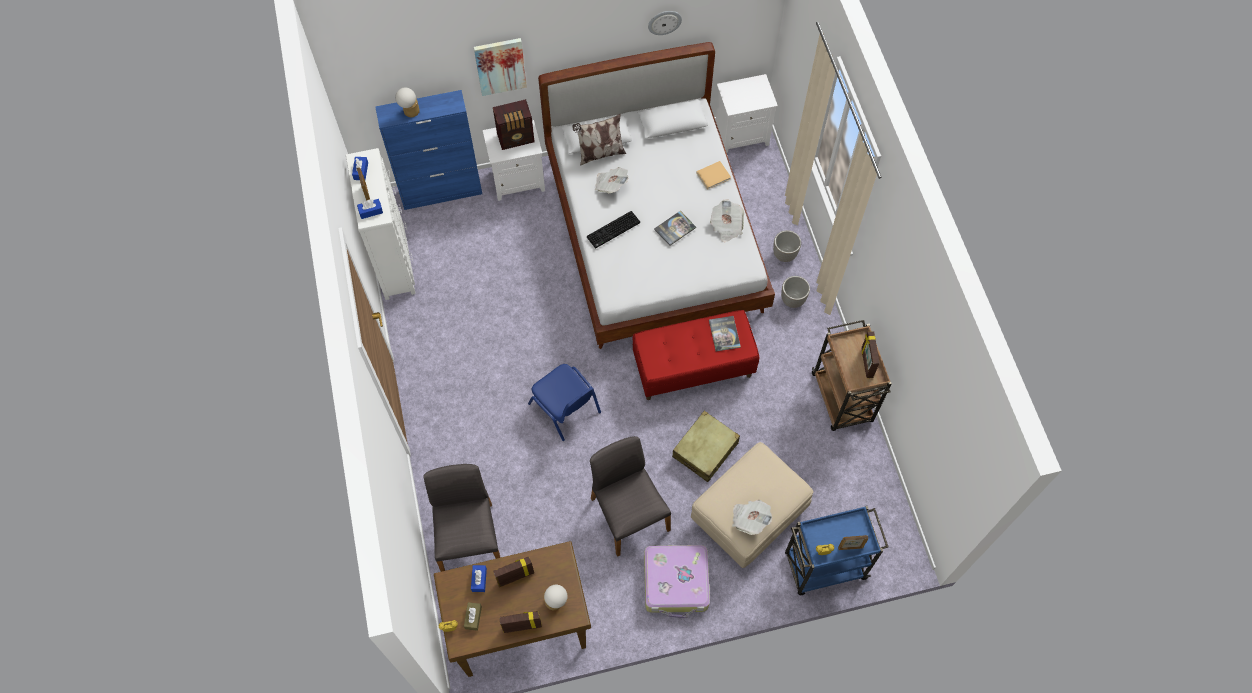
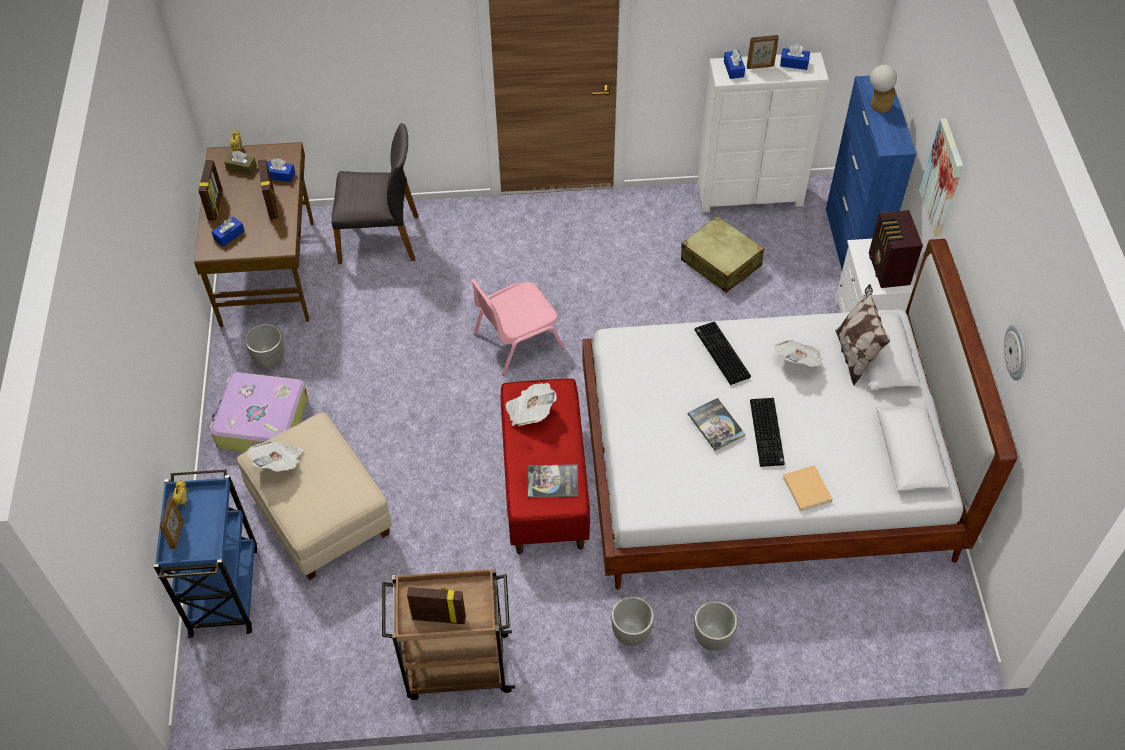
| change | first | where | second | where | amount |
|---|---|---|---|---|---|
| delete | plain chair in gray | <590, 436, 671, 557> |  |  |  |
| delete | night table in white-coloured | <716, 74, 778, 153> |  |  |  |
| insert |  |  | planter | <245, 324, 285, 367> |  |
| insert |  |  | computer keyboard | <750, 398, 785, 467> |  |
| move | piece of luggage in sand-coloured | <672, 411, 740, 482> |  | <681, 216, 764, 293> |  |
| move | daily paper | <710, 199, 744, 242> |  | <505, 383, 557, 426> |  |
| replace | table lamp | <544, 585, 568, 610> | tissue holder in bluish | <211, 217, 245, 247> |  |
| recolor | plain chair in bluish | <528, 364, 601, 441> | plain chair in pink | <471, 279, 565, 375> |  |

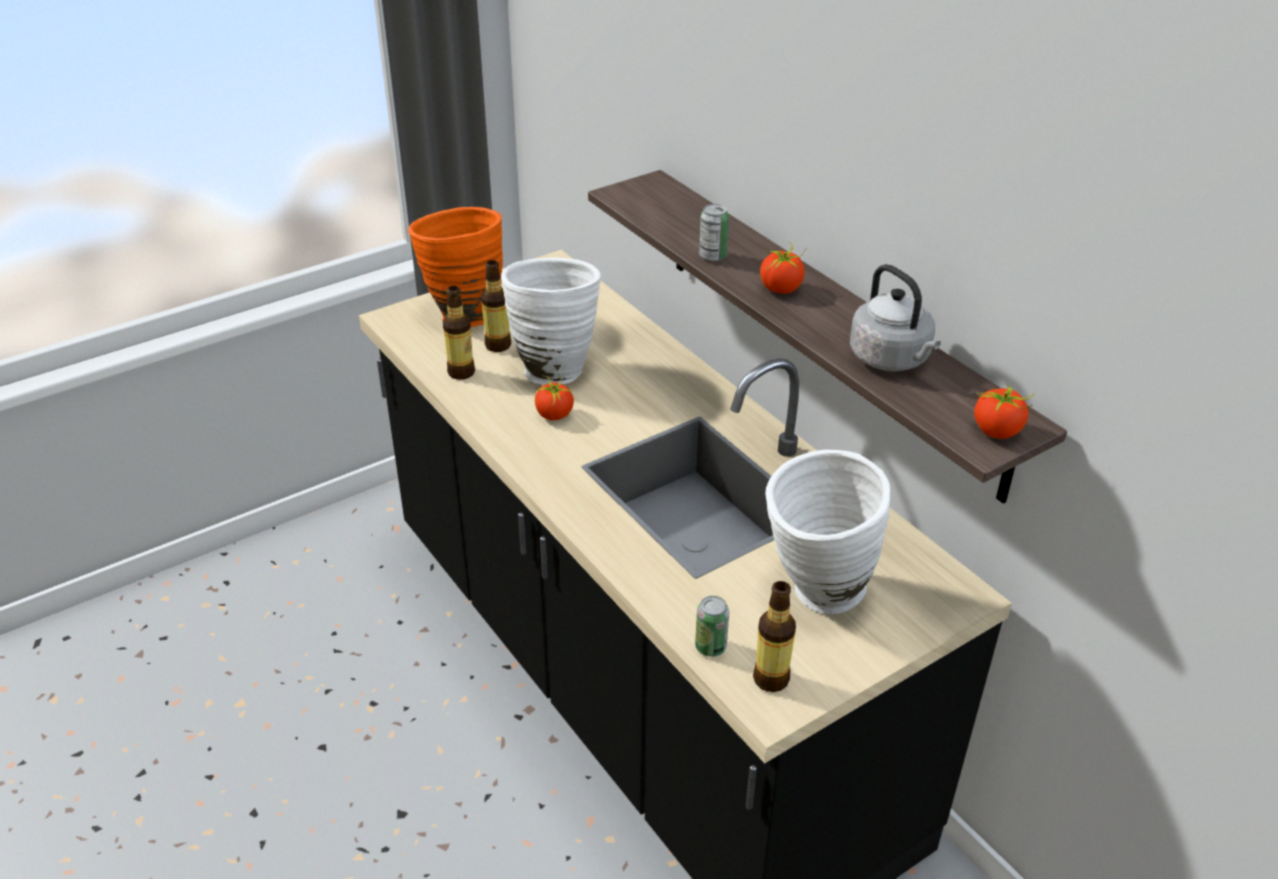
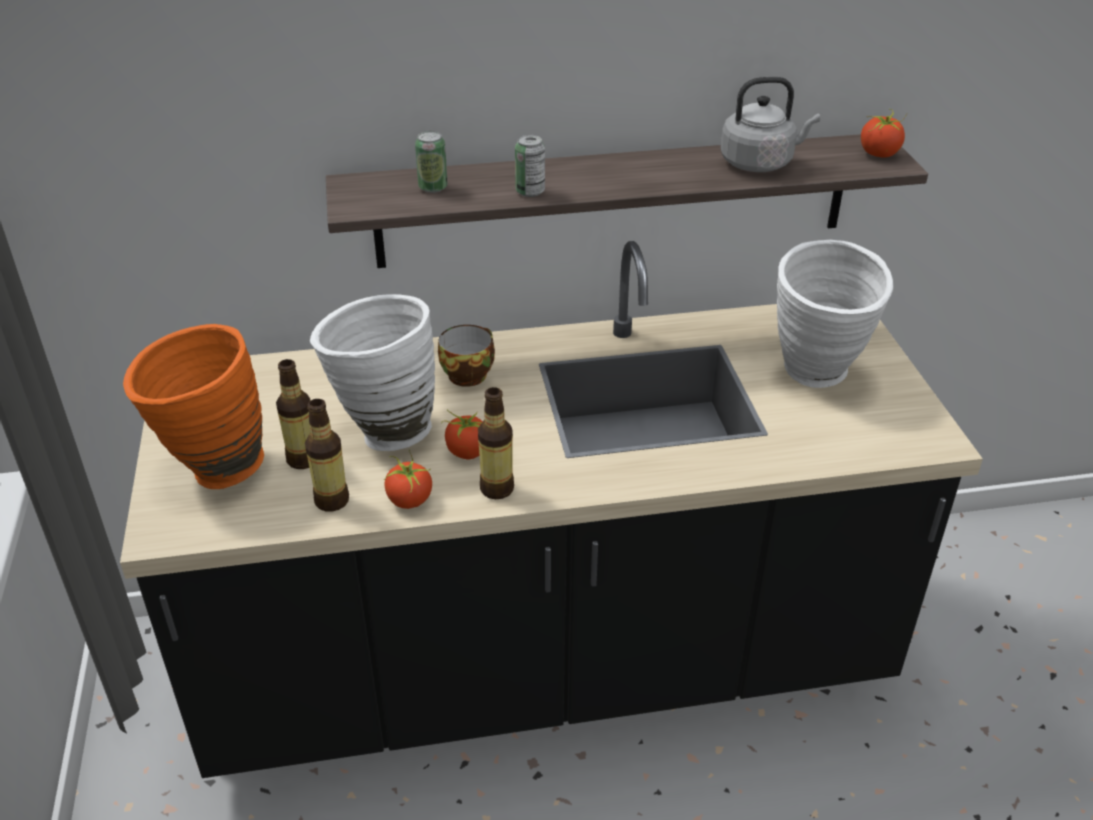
| change | first | where | second | where | amount |
|---|---|---|---|---|---|
| insert |  |  | cup | <438, 325, 495, 387> |  |
| move | metal can | <695, 596, 729, 657> |  | <415, 131, 448, 193> |  |
| move | beverage bottle | <753, 581, 796, 692> |  | <478, 387, 514, 499> |  |
| move | fresh tomato | <760, 242, 806, 294> |  | <383, 450, 432, 509> |  |

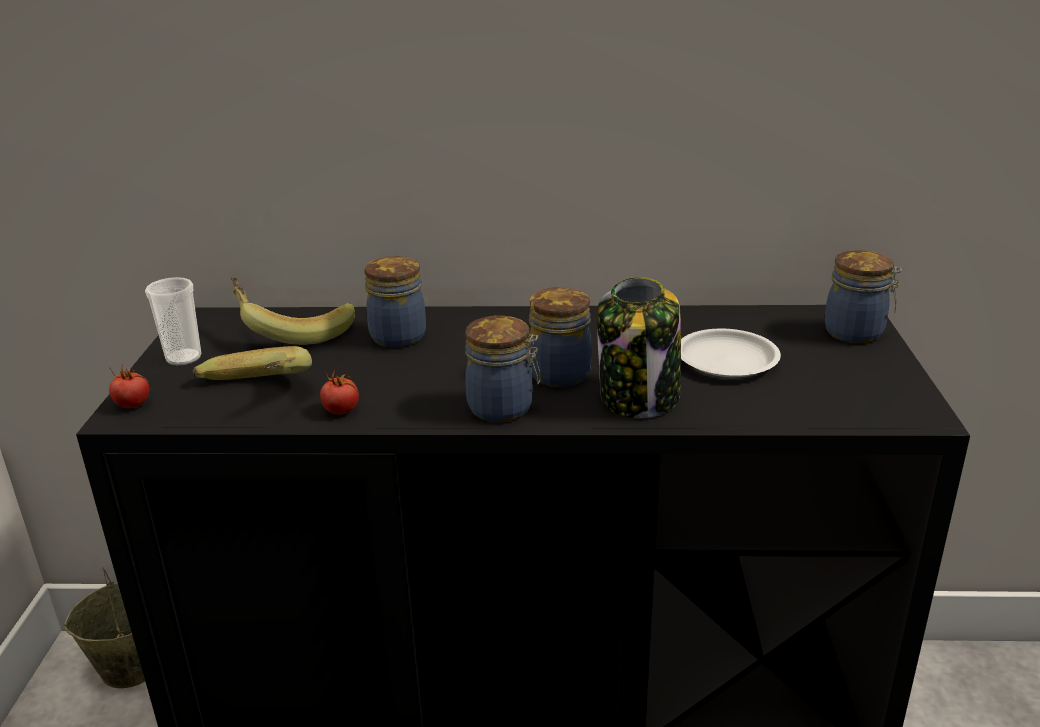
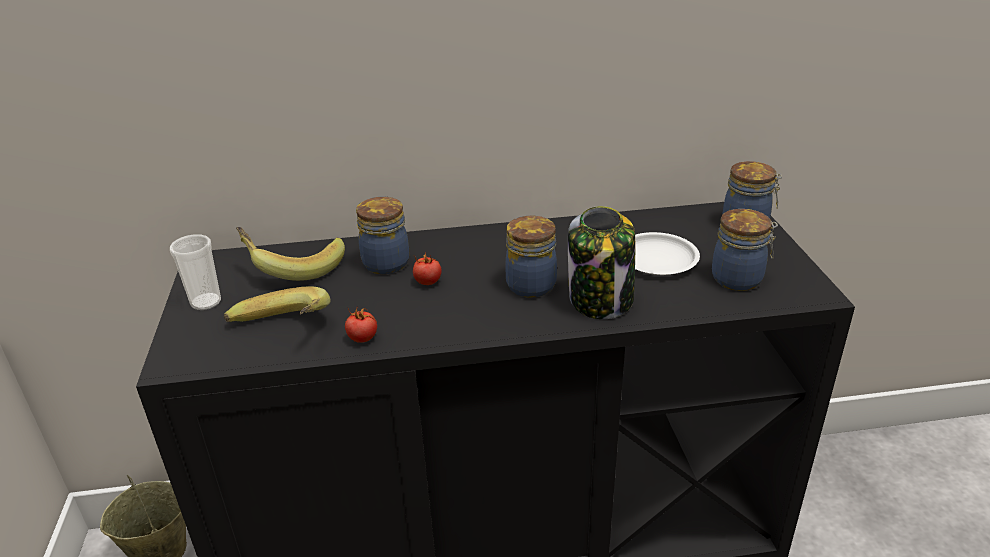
| change | first | where | second | where | amount |
|---|---|---|---|---|---|
| move | fresh tomato | <109, 365, 149, 408> |  | <413, 252, 441, 285> |  |
| move | preserve jar | <465, 316, 541, 422> |  | <712, 209, 778, 291> |  |

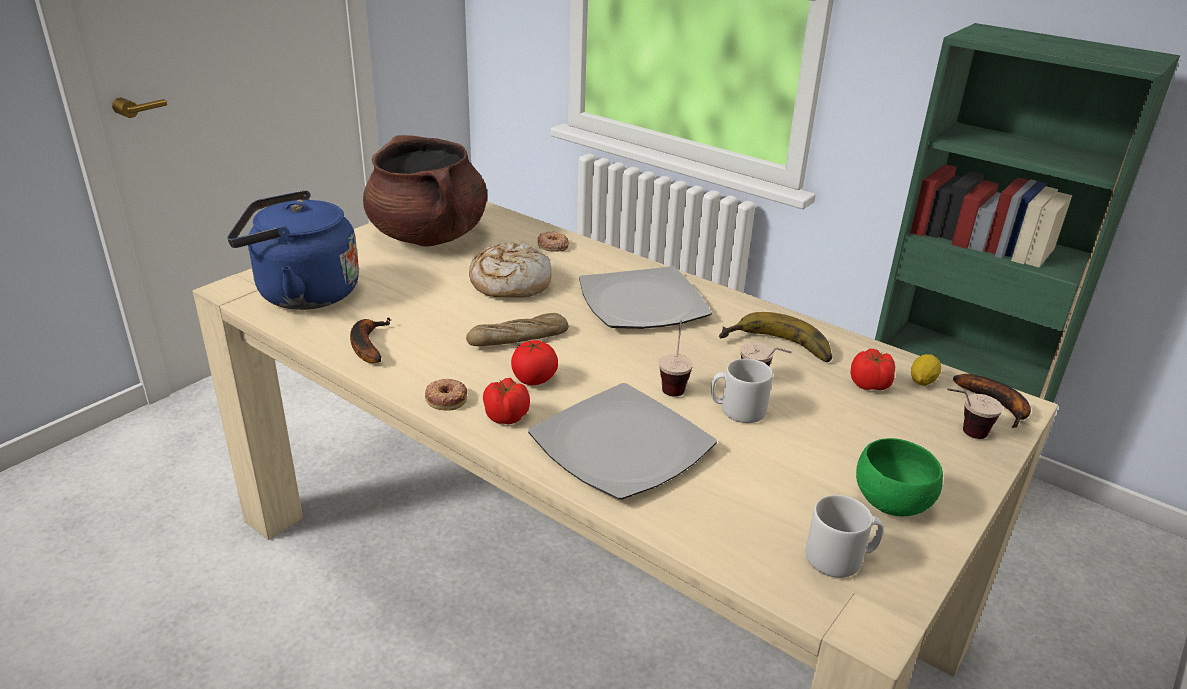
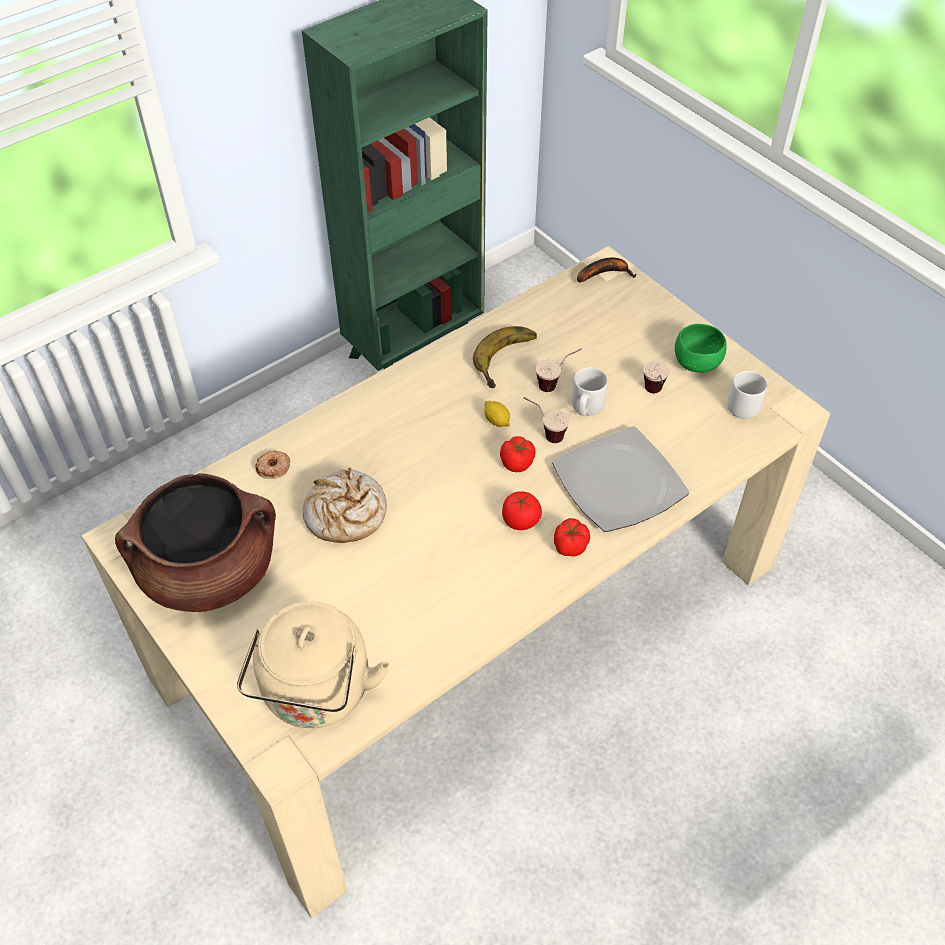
| change | first | where | second | where | amount |
|---|---|---|---|---|---|
| delete | whole banana | <350, 318, 391, 363> |  |  |  |
| delete | donut | <425, 379, 467, 410> |  |  |  |
| delete | bread | <466, 313, 569, 346> |  |  |  |
| delete | dinner plate | <579, 266, 712, 329> |  |  |  |
| move | fresh tomato | <850, 349, 895, 390> |  | <500, 436, 535, 472> |  |
| move | lemon | <911, 354, 941, 386> |  | <484, 401, 510, 427> |  |
| move | cup | <947, 388, 1003, 439> |  | <643, 361, 669, 393> |  |
| recolor | water kettle in bluish | <227, 190, 359, 310> | water kettle in sand-coloured | <237, 601, 389, 728> |  |

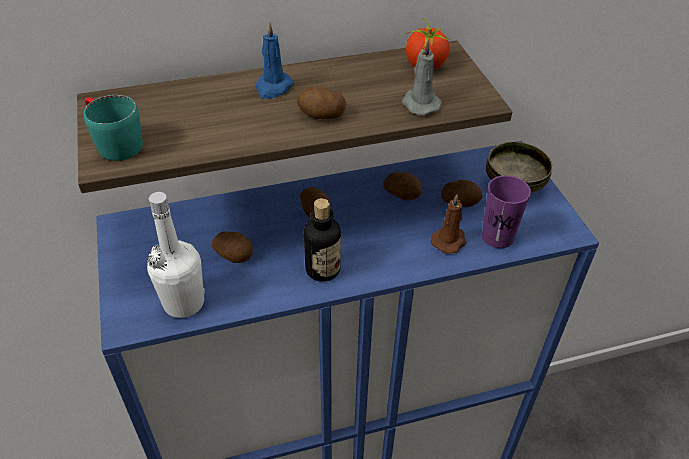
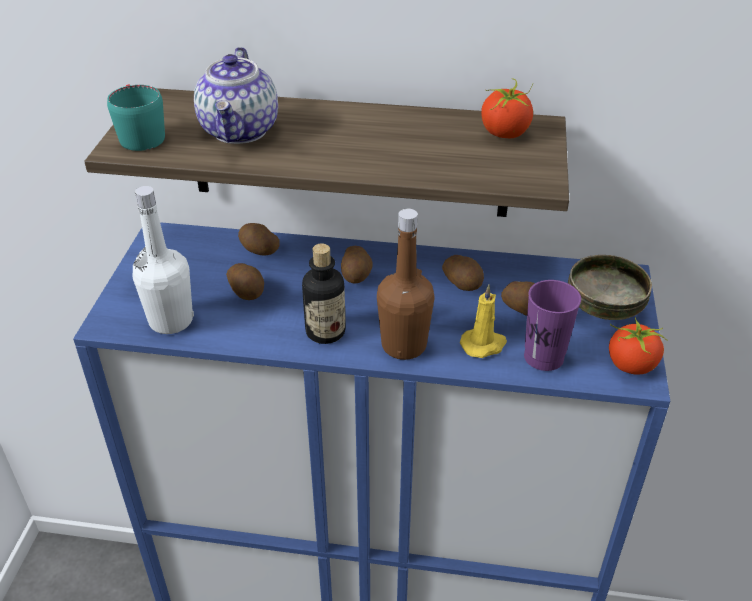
| change | first | where | second | where | amount |
|---|---|---|---|---|---|
| delete | wax light in bluish | <255, 22, 294, 99> |  |  |  |
| delete | wax light in gray | <402, 40, 442, 115> |  |  |  |
| insert |  |  | teapot | <194, 47, 278, 144> |  |
| insert |  |  | beverage bottle in brown | <377, 208, 435, 360> |  |
| insert |  |  | fresh tomato | <609, 317, 668, 374> |  |
| move | potato | <297, 87, 346, 119> |  | <238, 223, 280, 256> |  |
| recolor | wax light in brown | <430, 194, 466, 254> | wax light in yellow | <460, 284, 507, 358> |  |

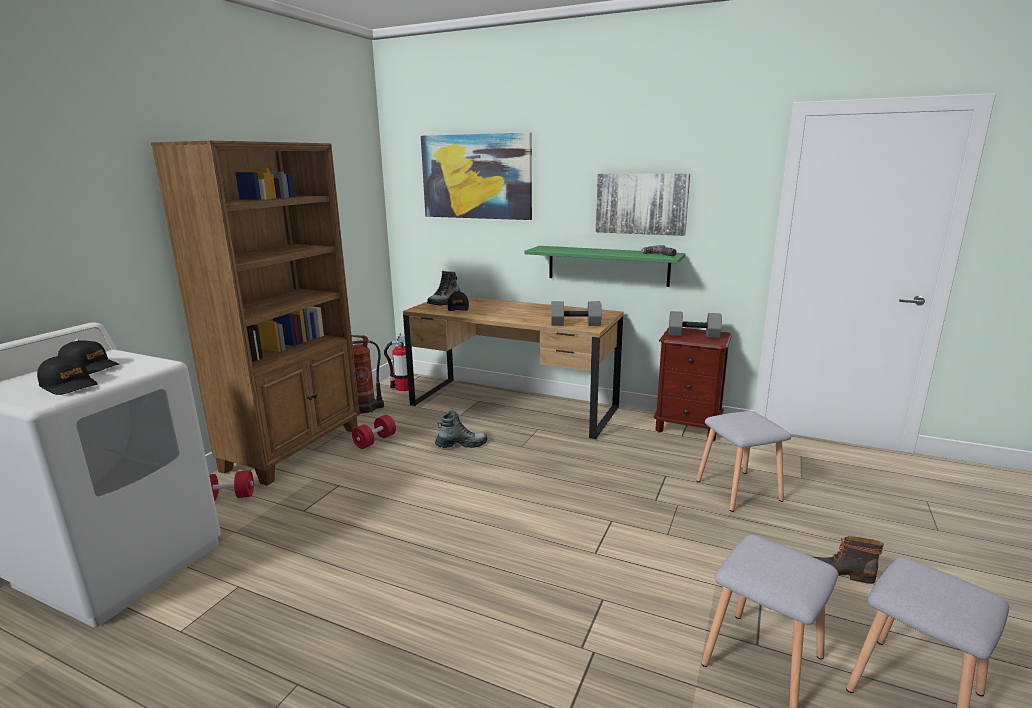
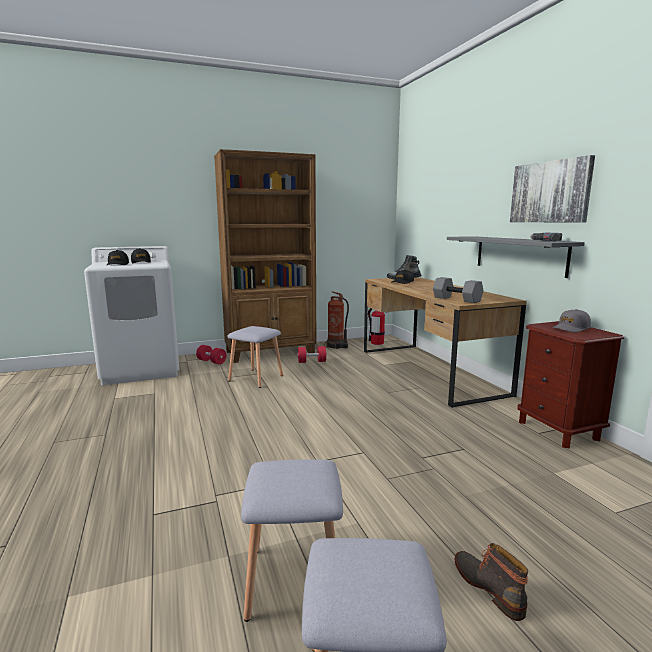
| change | first | where | second | where | amount |
|---|---|---|---|---|---|
| delete | wall art | <421, 132, 532, 220> |  |  |  |
| delete | tall boot | <435, 410, 487, 448> |  |  |  |
| move | stool in gray | <696, 411, 791, 512> |  | <227, 326, 283, 388> |  |
| replace | dumbbell in gray | <669, 311, 722, 338> | baseball cap in gray | <552, 309, 591, 332> |  |
| recolor | wall shelf in green | <525, 246, 685, 287> | wall shelf in gray | <447, 236, 585, 278> |  |

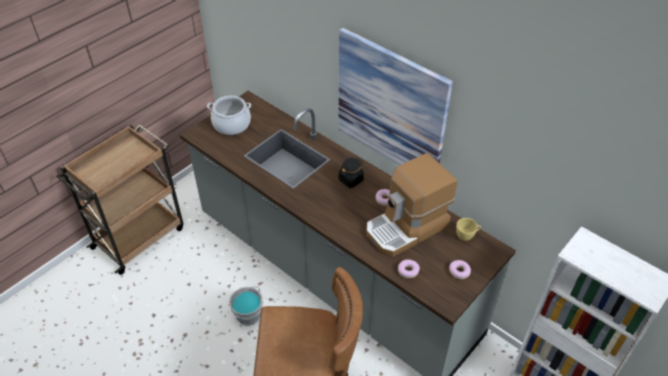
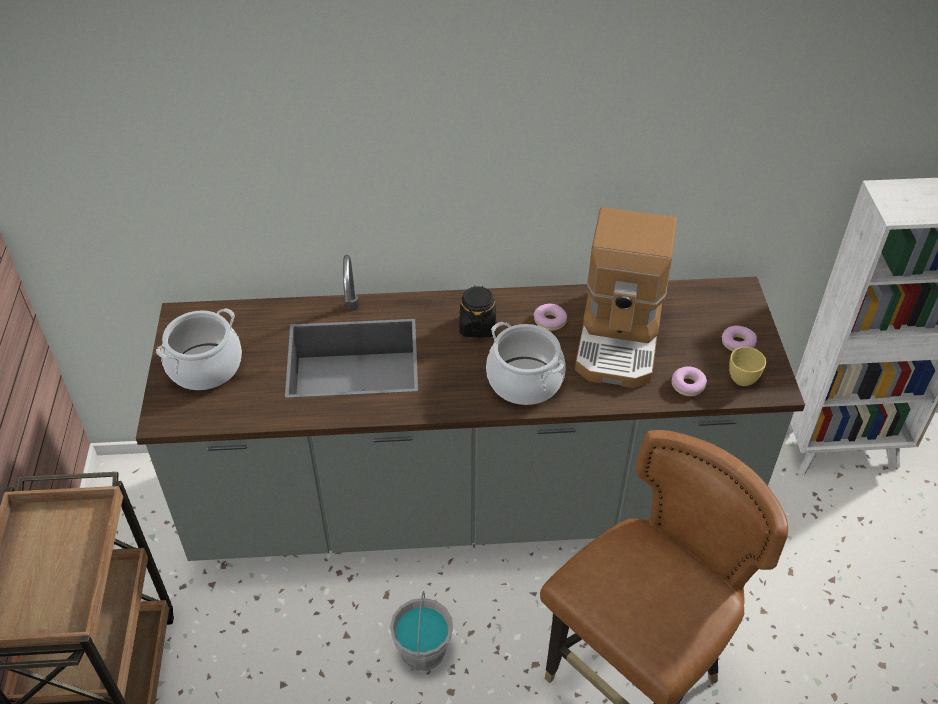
| change | first | where | second | where | amount |
|---|---|---|---|---|---|
| delete | wall art | <338, 28, 453, 165> |  |  |  |
| insert |  |  | saucepot | <486, 322, 566, 405> |  |
| move | cup in yellow | <456, 218, 481, 241> |  | <729, 347, 766, 386> |  |

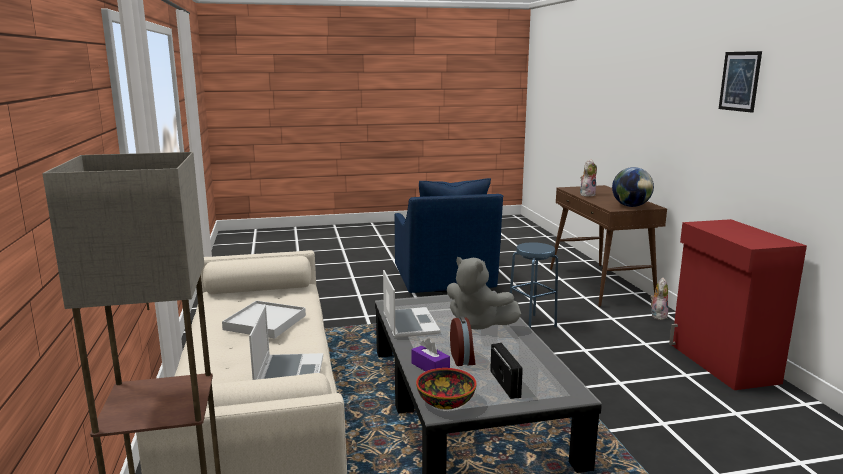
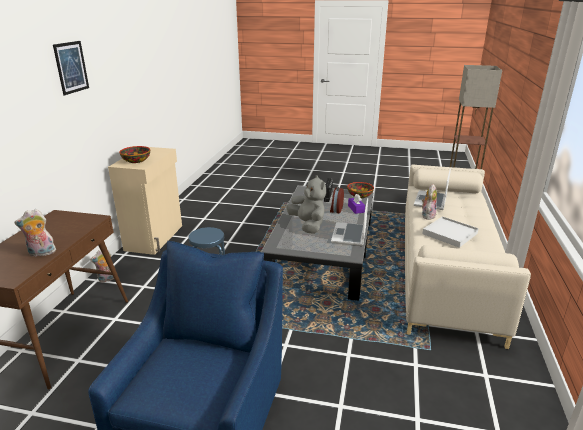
| change | first | where | second | where | amount |
|---|---|---|---|---|---|
| delete | desk globe | <612, 167, 654, 207> |  |  |  |
| insert |  |  | serving bowl | <119, 146, 150, 163> |  |
| insert |  |  | soft toy | <422, 184, 437, 220> |  |
| recolor | cabinet in red-coloured | <669, 219, 807, 390> | cabinet in sand-coloured | <108, 147, 182, 255> |  |

